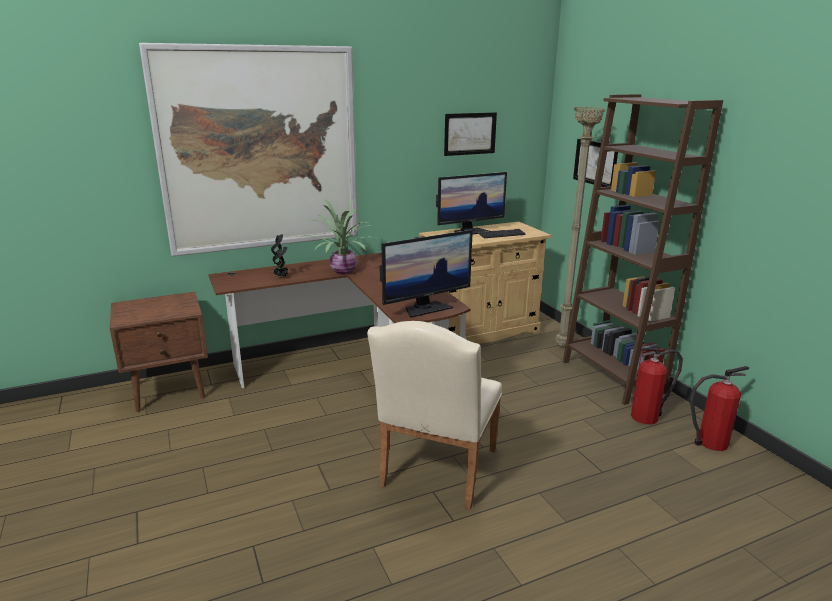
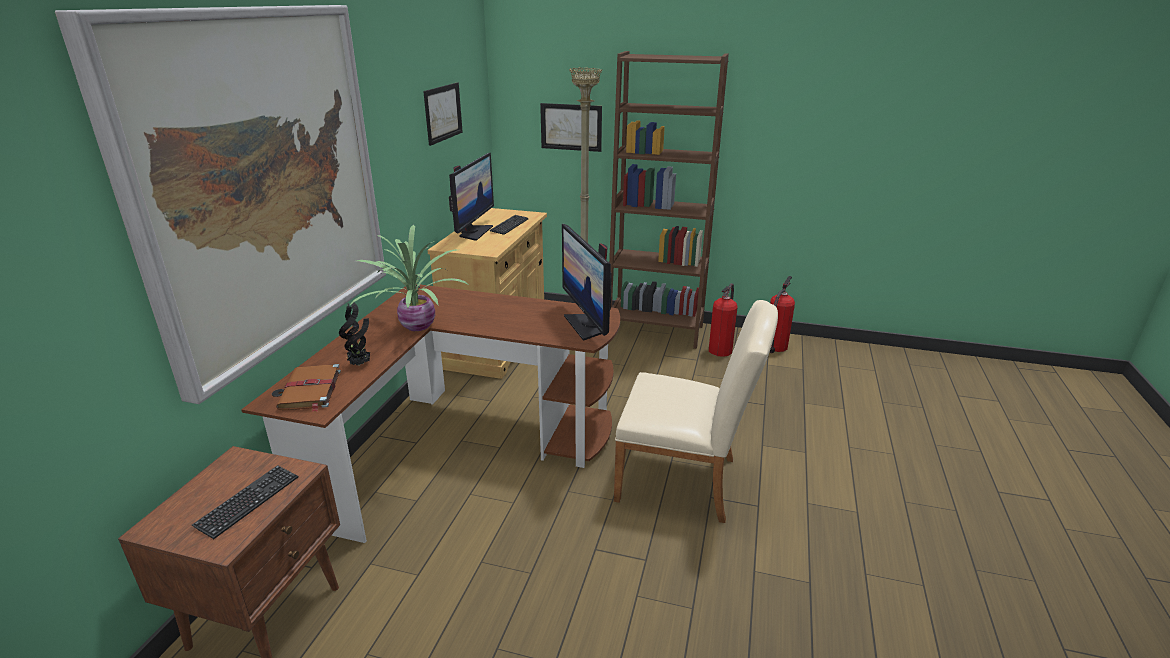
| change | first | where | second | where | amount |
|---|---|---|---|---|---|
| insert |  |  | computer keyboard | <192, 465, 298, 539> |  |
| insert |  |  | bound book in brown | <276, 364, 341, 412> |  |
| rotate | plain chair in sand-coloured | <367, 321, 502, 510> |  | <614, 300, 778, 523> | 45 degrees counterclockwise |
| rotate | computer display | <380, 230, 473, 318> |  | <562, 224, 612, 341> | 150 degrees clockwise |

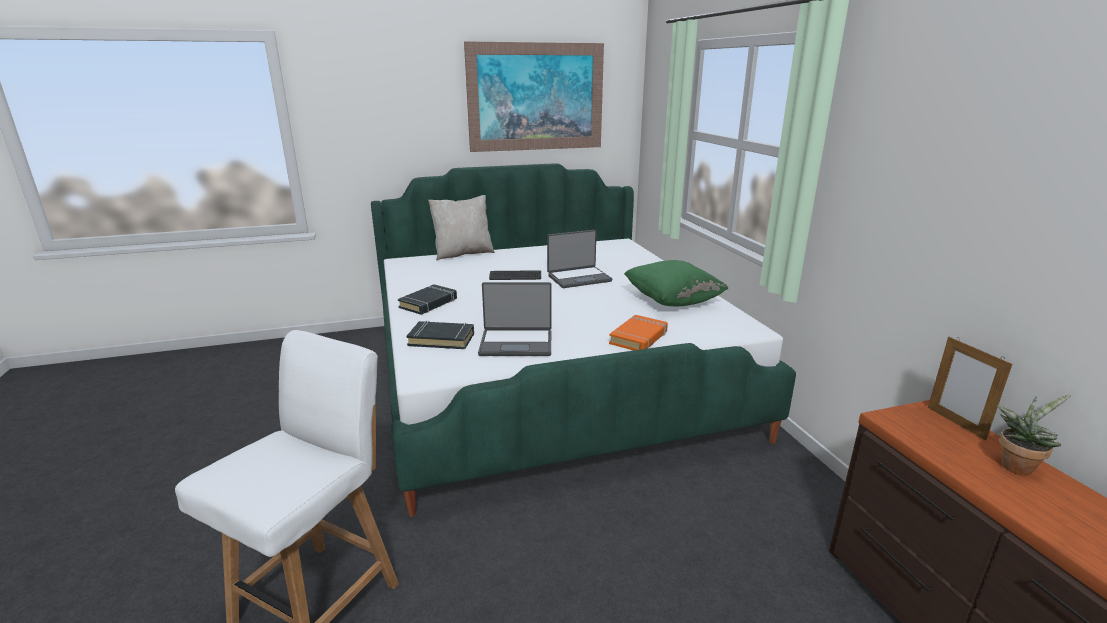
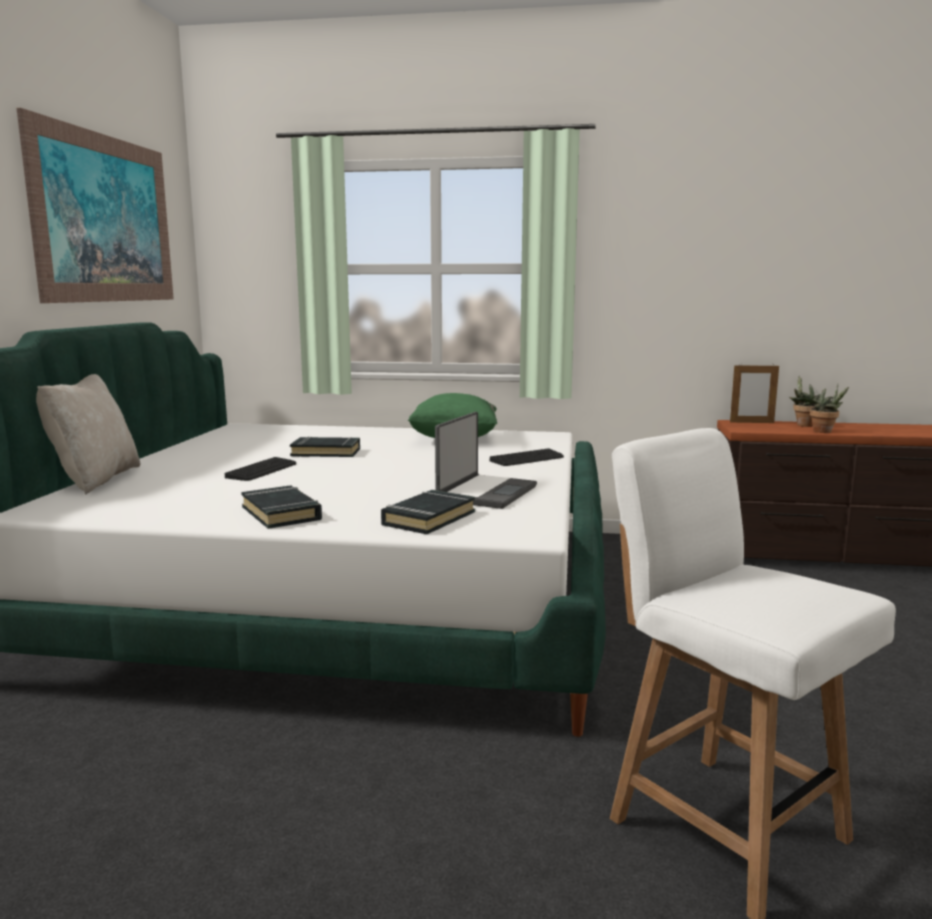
| change | first | where | second | where | amount |
|---|---|---|---|---|---|
| insert |  |  | plant in a pot | <810, 384, 849, 433> |  |
| replace | laptop | <547, 230, 612, 288> | bound book in black-coloured | <290, 437, 360, 457> |  |
| replace | bound book in orange | <609, 315, 668, 351> | computer keyboard | <490, 449, 564, 466> |  |

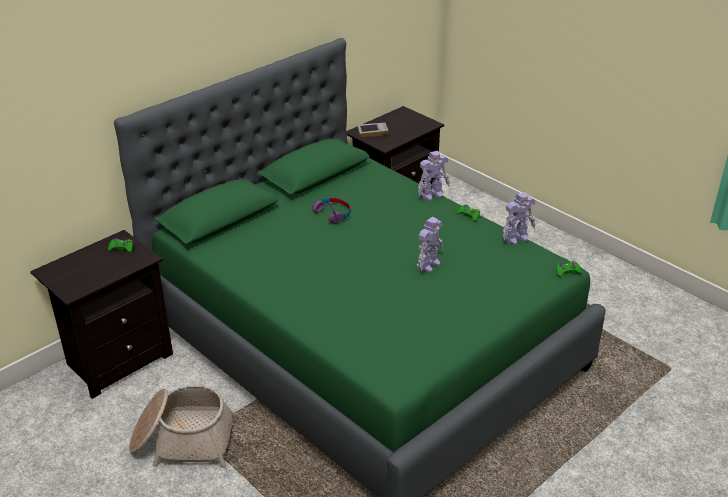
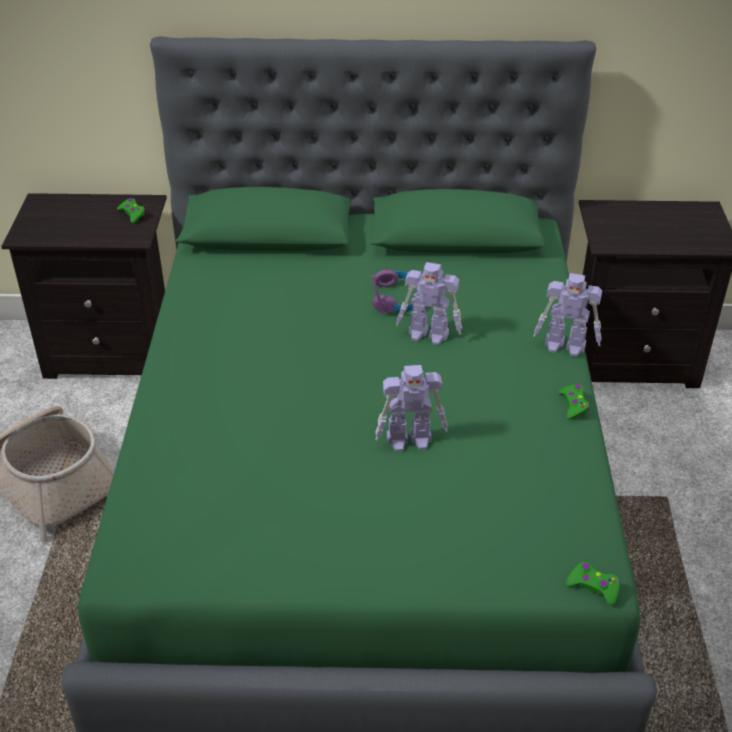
| change | first | where | second | where | amount |
|---|---|---|---|---|---|
| delete | bound book | <357, 123, 388, 137> |  |  |  |
| move | robot figure | <503, 192, 535, 245> |  | <396, 262, 462, 345> |  |

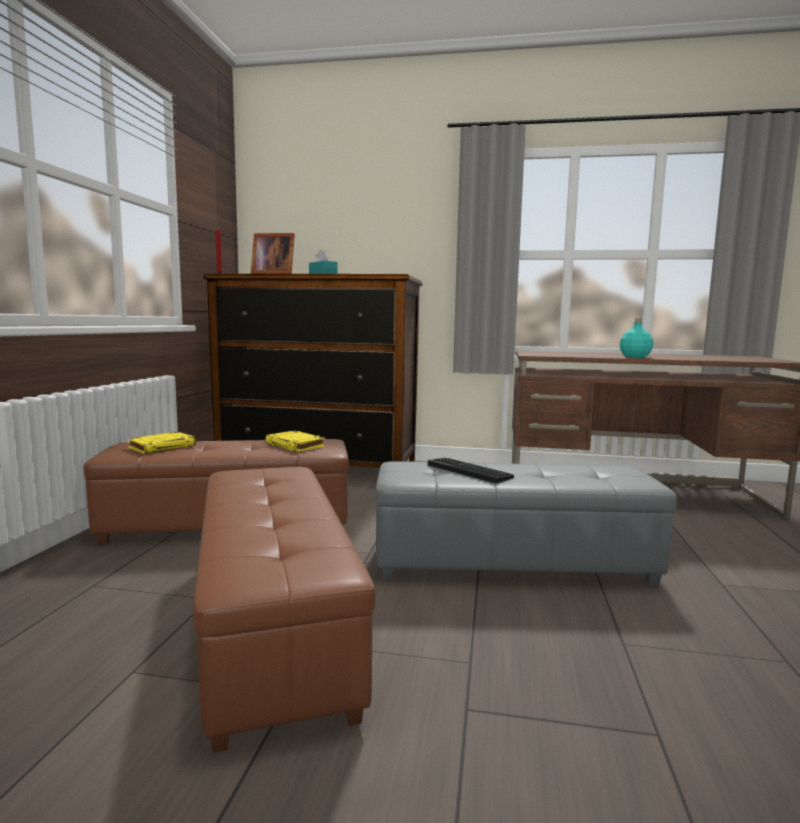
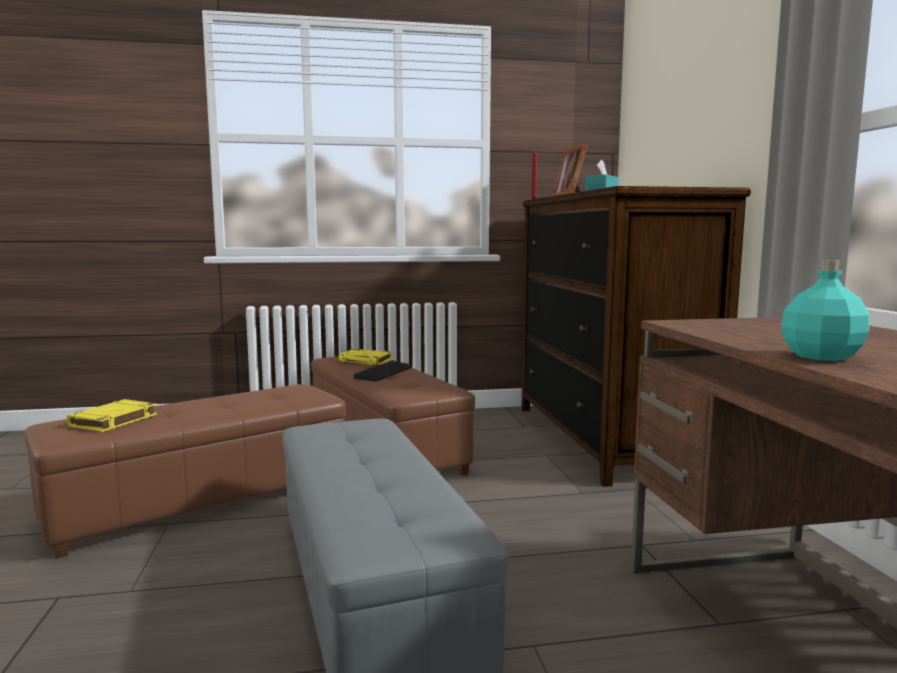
| change | first | where | second | where | amount |
|---|---|---|---|---|---|
| move | bound book in yellow | <265, 430, 325, 452> |  | <67, 399, 157, 432> |  |
| move | computer keyboard | <428, 458, 514, 483> |  | <354, 361, 412, 381> |  |

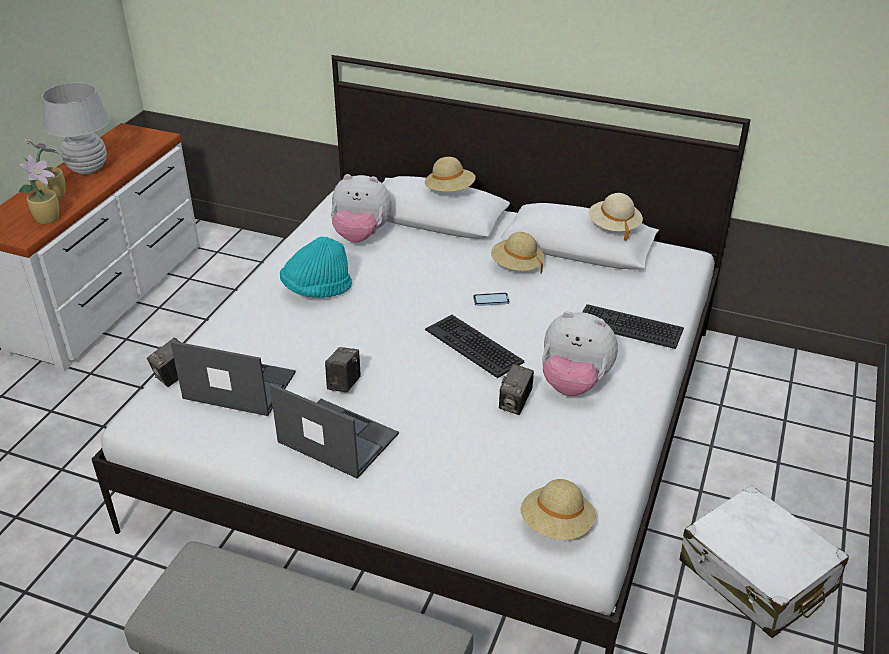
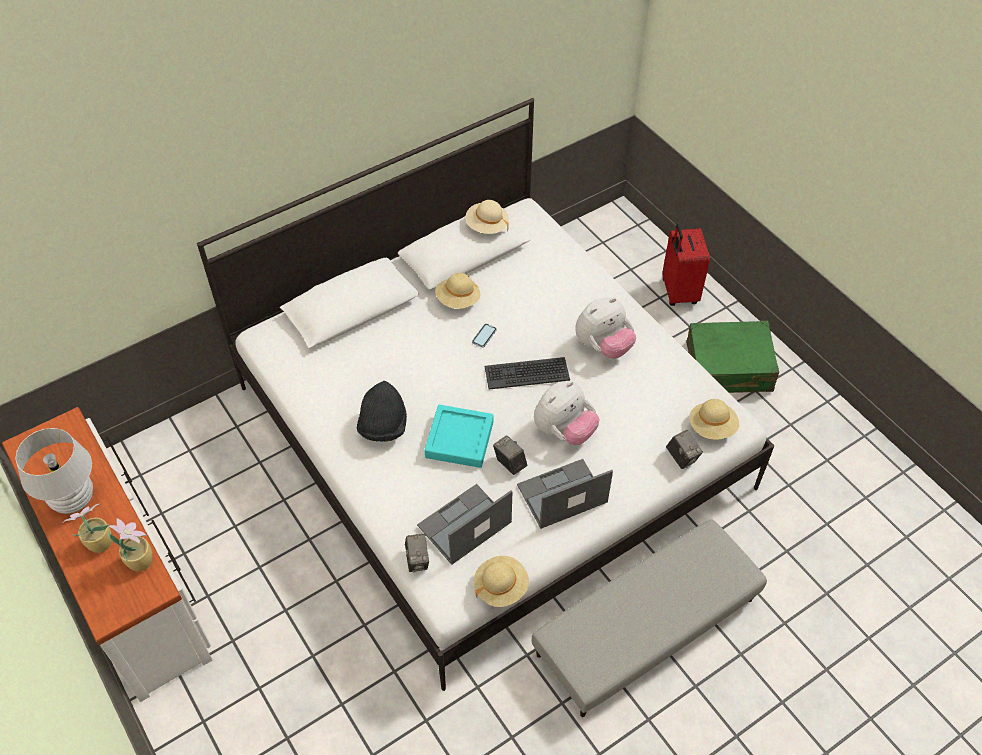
| change | first | where | second | where | amount |
|---|---|---|---|---|---|
| delete | computer keyboard | <583, 304, 684, 349> |  |  |  |
| insert |  |  | carrying tray in turquoise-coloured | <424, 405, 494, 468> |  |
| insert |  |  | piece of luggage in red-coloured | <662, 224, 710, 306> |  |
| move | soft toy | <331, 174, 392, 243> |  | <534, 381, 600, 445> |  |
| move | wearable hat in sand-coloured | <425, 157, 476, 192> |  | <474, 556, 529, 607> |  |
| move | still camera | <499, 364, 534, 415> |  | <666, 430, 703, 469> |  |
| recolor | wearable hat in turquoise-coloured | <280, 237, 352, 298> | wearable hat in black-coloured | <357, 381, 407, 442> |  |
| recolor | piece of luggage in white-coloured | <680, 485, 849, 638> | piece of luggage in green | <686, 321, 779, 393> |  |

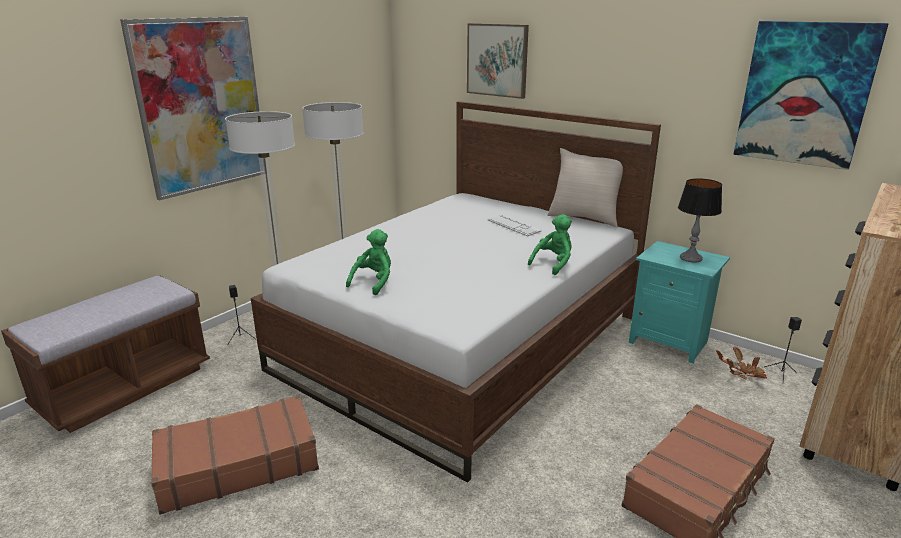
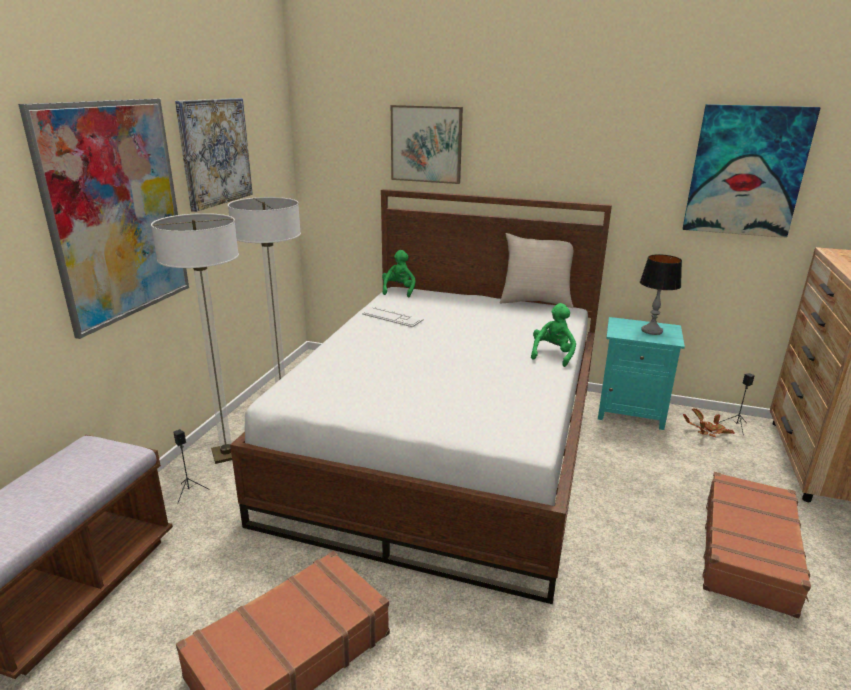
| change | first | where | second | where | amount |
|---|---|---|---|---|---|
| insert |  |  | wall art | <175, 98, 253, 212> |  |
| move | soft toy in green | <346, 229, 391, 295> |  | <382, 250, 415, 297> |  |
| move | computer keyboard | <488, 215, 542, 236> |  | <362, 307, 424, 327> |  |

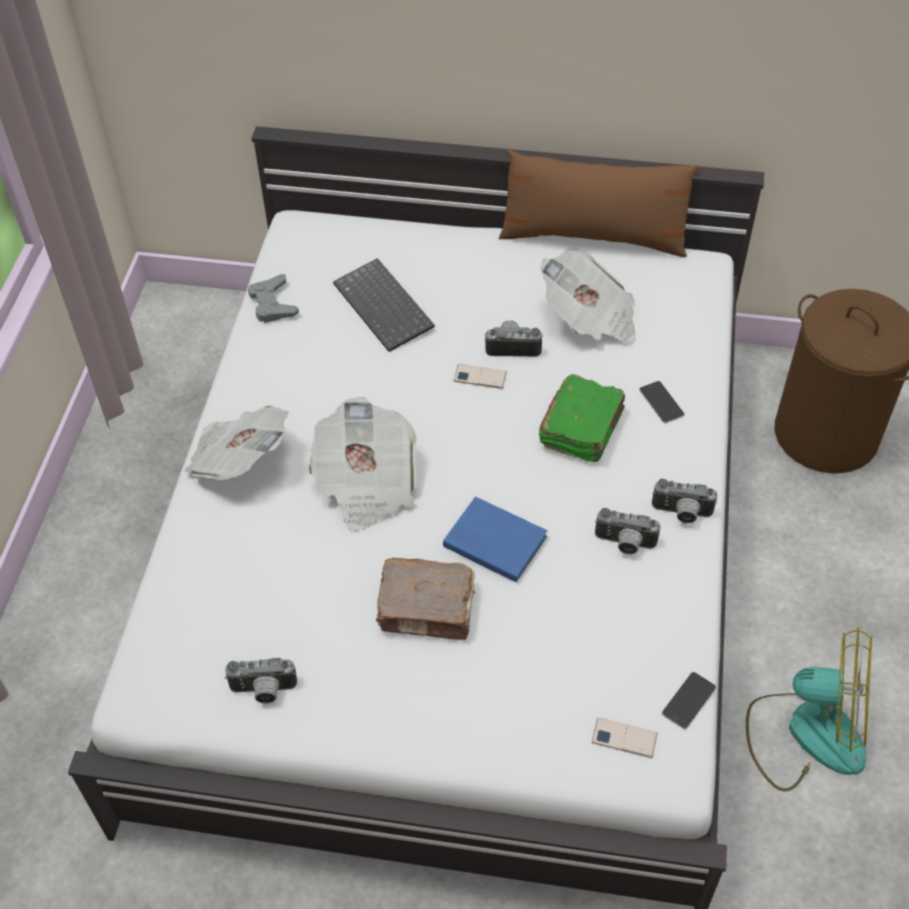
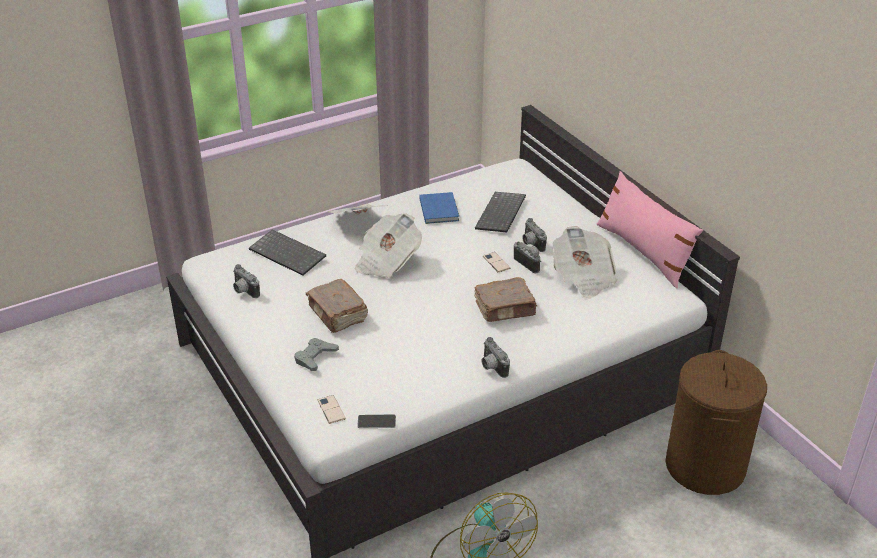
| change | first | where | second | where | amount |
|---|---|---|---|---|---|
| delete | telephone | <639, 381, 685, 423> |  |  |  |
| insert |  |  | computer keyboard | <249, 229, 326, 276> |  |
| move | gamepad in gray | <248, 274, 299, 323> |  | <294, 338, 339, 371> |  |
| move | bound book in bluish | <443, 496, 547, 582> |  | <419, 192, 459, 224> |  |
| move | still camera | <595, 508, 660, 555> |  | <522, 218, 547, 252> |  |
| recolor | pillow in brown | <499, 150, 699, 257> | pillow in pink | <597, 171, 703, 288> |  |
| recolor | bound book in green | <539, 374, 625, 462> | bound book in brown | <474, 277, 537, 322> |  |

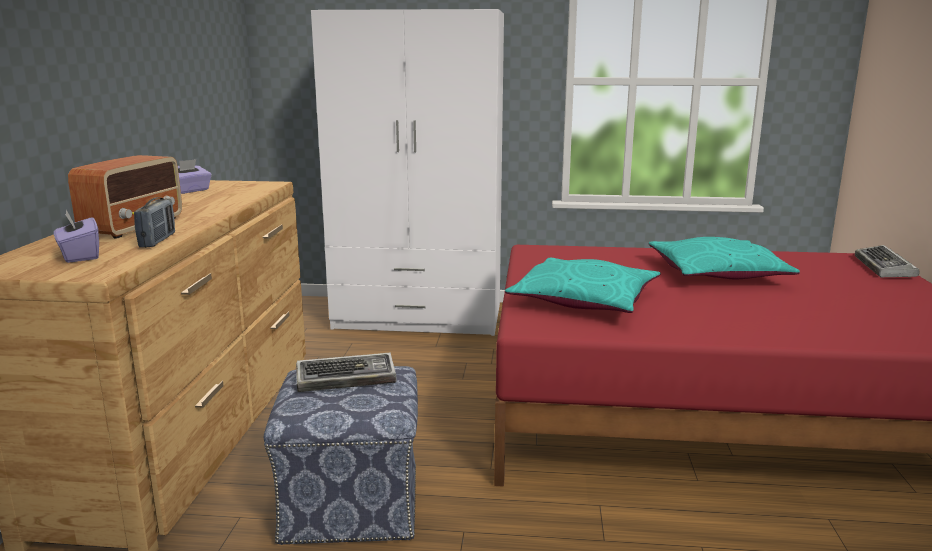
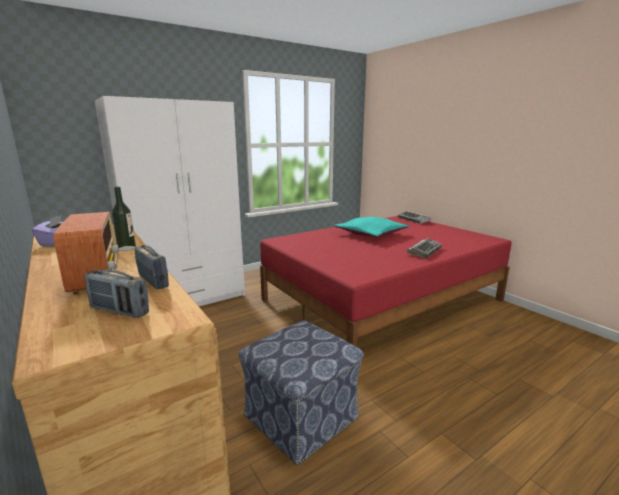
| change | first | where | second | where | amount |
|---|---|---|---|---|---|
| delete | pillow in turquoise-coloured | <505, 258, 661, 313> |  |  |  |
| insert |  |  | beverage bottle | <112, 187, 136, 251> |  |
| move | computer keyboard | <296, 353, 396, 392> |  | <407, 238, 442, 258> |  |
| replace | tissue holder in purple | <54, 210, 99, 263> | radio | <84, 270, 149, 318> |  |

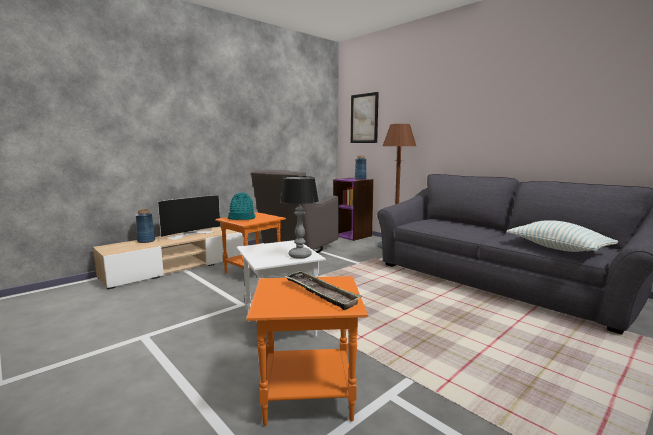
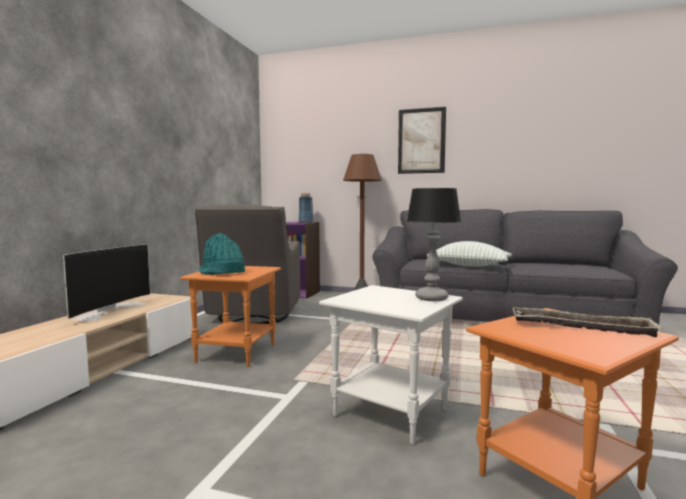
| change | first | where | second | where | amount |
|---|---|---|---|---|---|
| delete | vase in bluish | <136, 209, 155, 243> |  |  |  |
| move | wall art | <351, 92, 379, 143> |  | <398, 107, 446, 174> |  |
| move | pillow | <506, 220, 618, 252> |  | <427, 241, 512, 267> |  |

